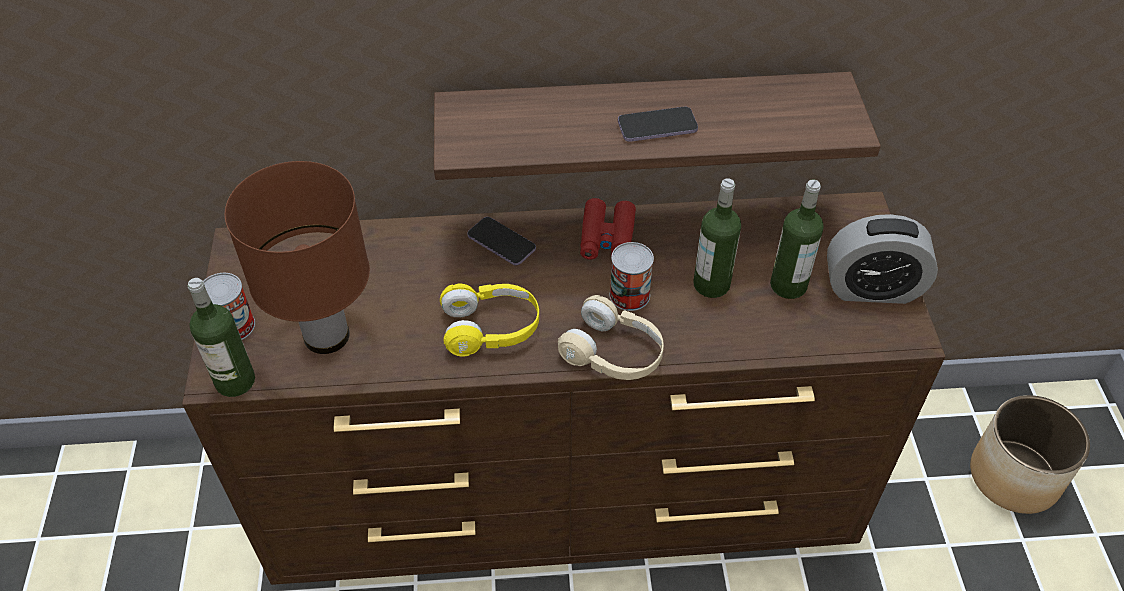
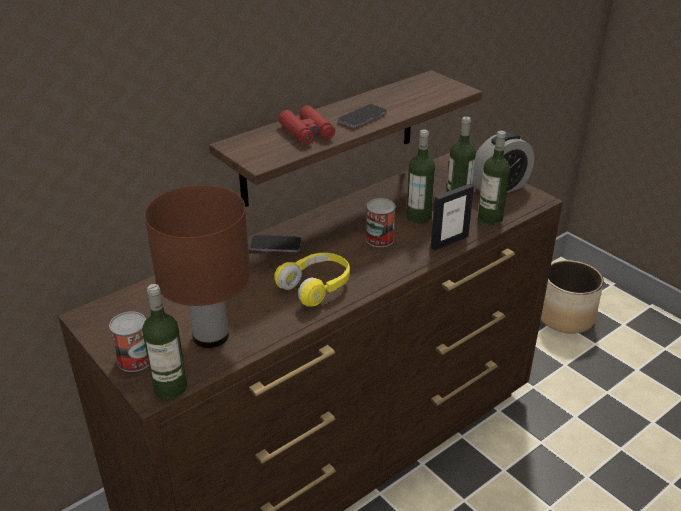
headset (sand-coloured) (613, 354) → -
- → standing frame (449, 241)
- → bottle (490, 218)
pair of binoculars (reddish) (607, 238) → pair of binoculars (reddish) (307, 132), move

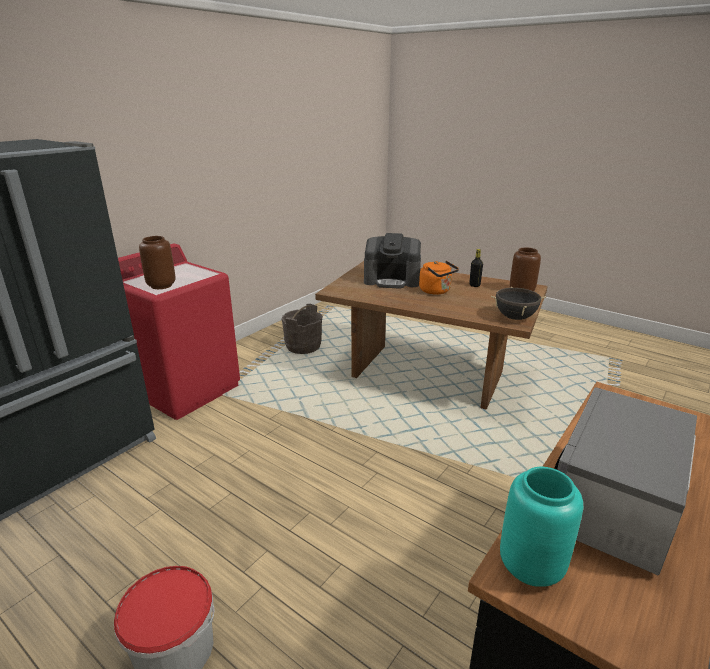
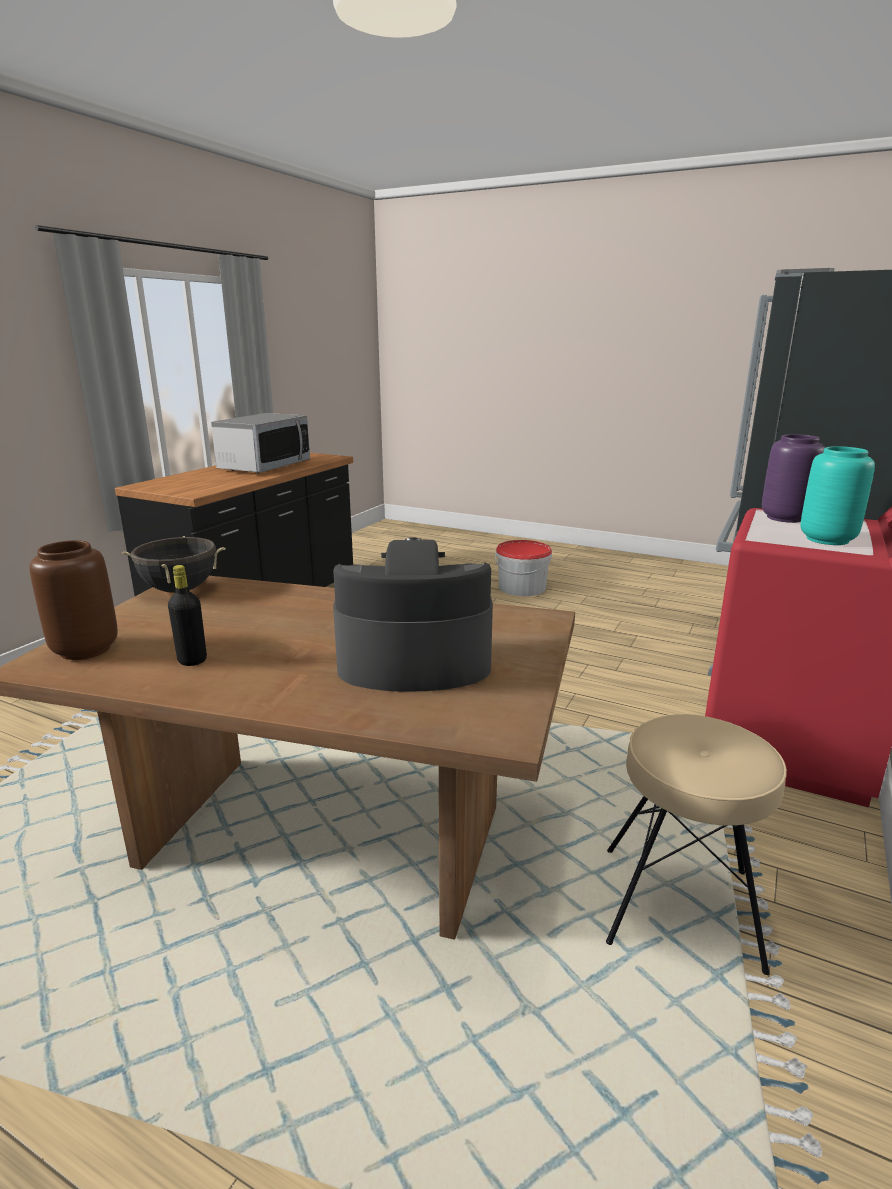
kettle (orange) (436, 291) → -
decorative vase (turquoise) (532, 566) → decorative vase (turquoise) (826, 540), move
bucket (grey) (303, 346) → stool (sand-coloured) (680, 907)
decorative vase (brown-coloured) (161, 285) → decorative vase (purple) (786, 518)

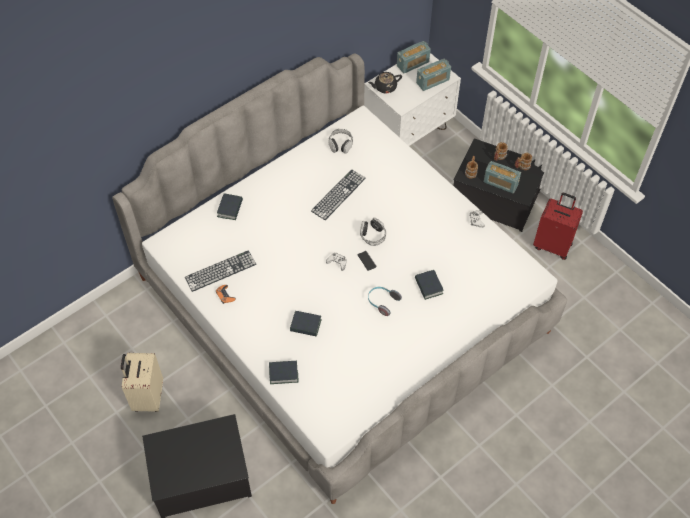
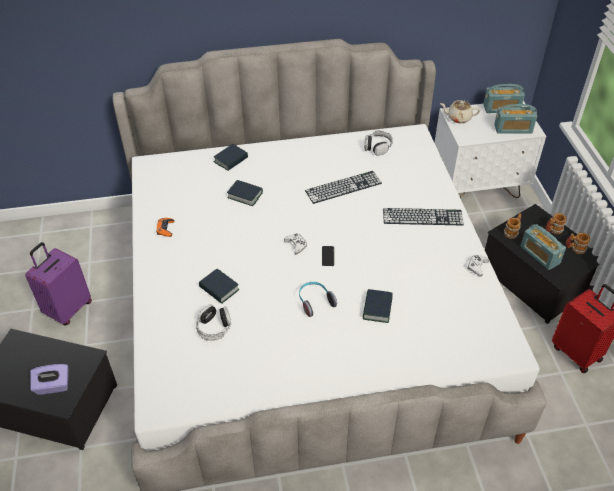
- → box of tissues (purple) (53, 386)
computer keyboard (220, 271) → computer keyboard (422, 217), move
volume (283, 373) → volume (245, 195), move
headset (372, 235) → headset (214, 327), move
travel case (sand-coloured) (147, 397) → travel case (purple) (68, 309)
teapot (black) (385, 87) → teapot (sand-coloured) (458, 118)

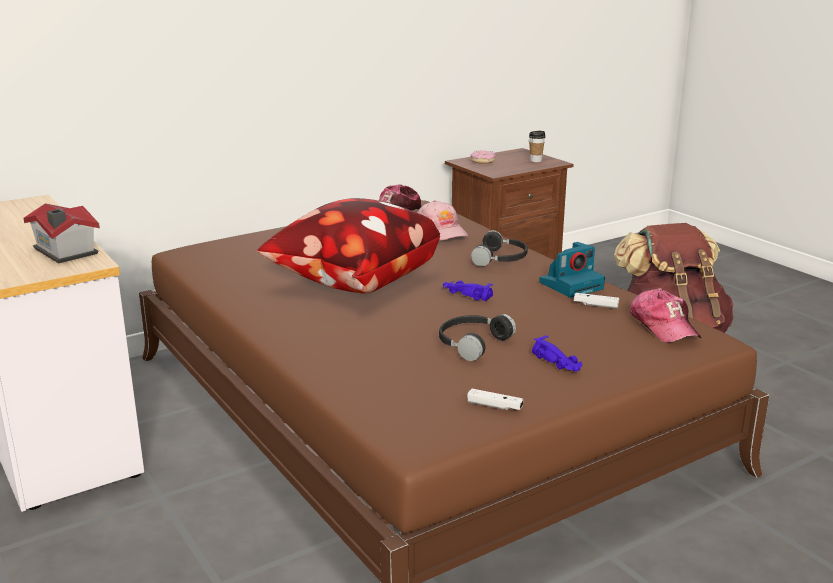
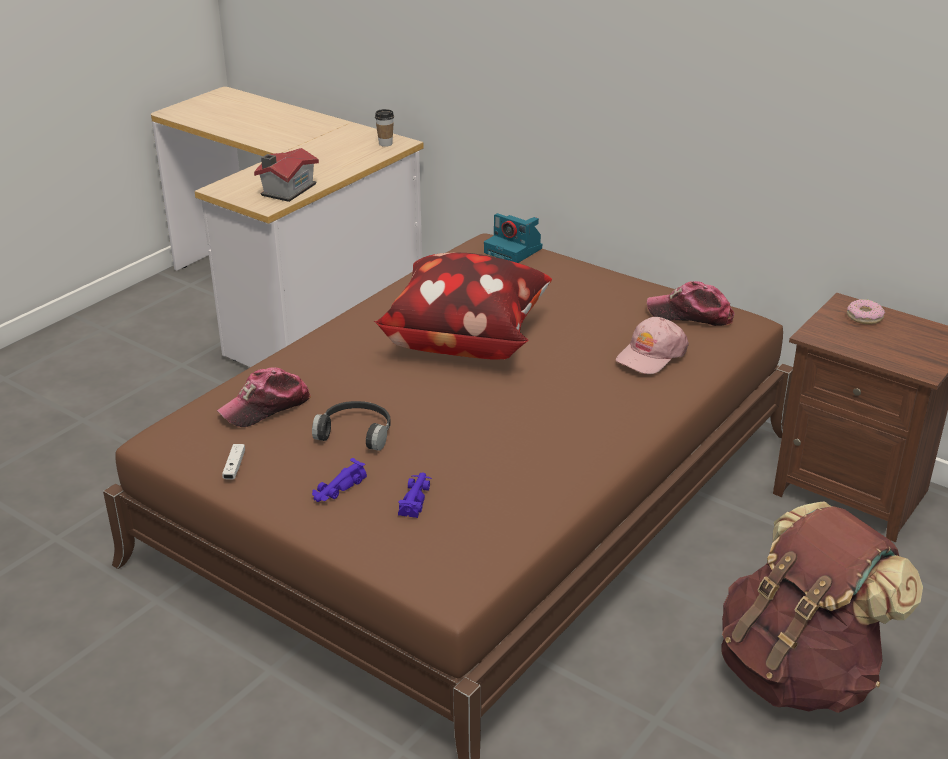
headset (black) (501, 259) → -
joypad (whitish) (595, 305) → -
toy car (purple) (466, 294) → toy car (purple) (415, 498), move
small cup (535, 160) → small cup (385, 144), move
photo camera (572, 285) → photo camera (514, 250), move
peaked cap (663, 326) → peaked cap (266, 406), move

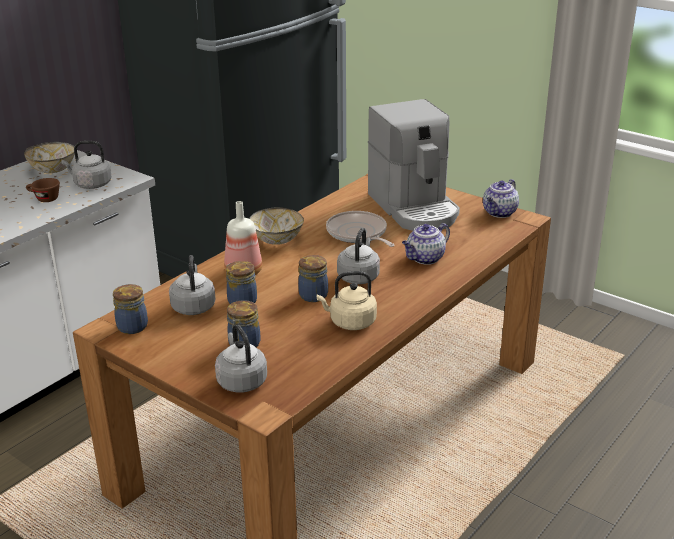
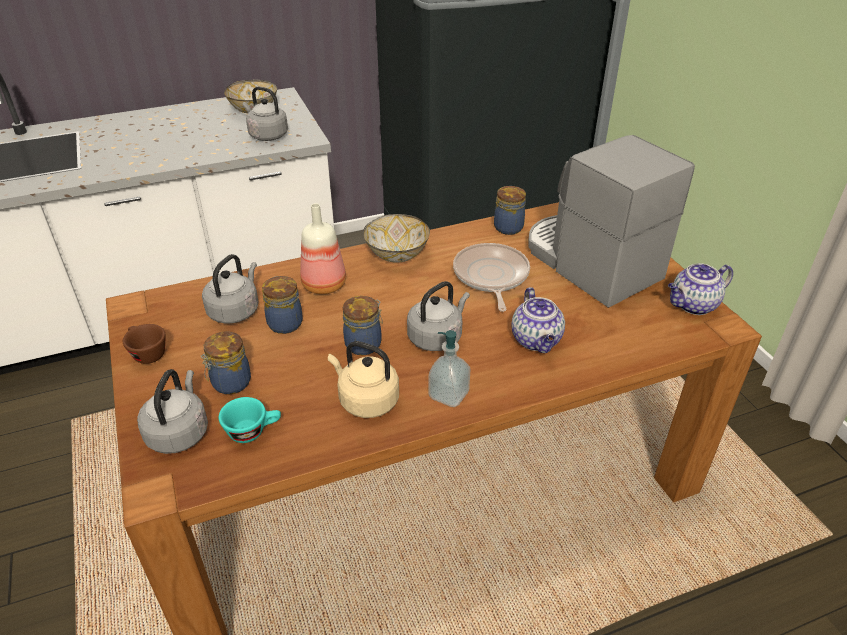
- → small cup (turquoise) (253, 431)
- → liquid soap bottle (448, 395)
small cup (brown-coloured) (44, 199) → small cup (brown-coloured) (146, 353), move
storage jar (132, 326) → storage jar (508, 227), move
coffee maker (414, 208) → coffee maker (589, 262), 135 degrees clockwise
teapot (425, 259) → teapot (537, 341), 90 degrees counterclockwise

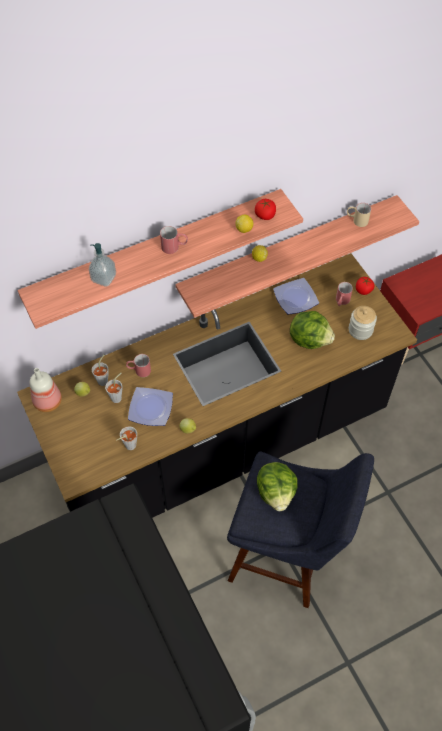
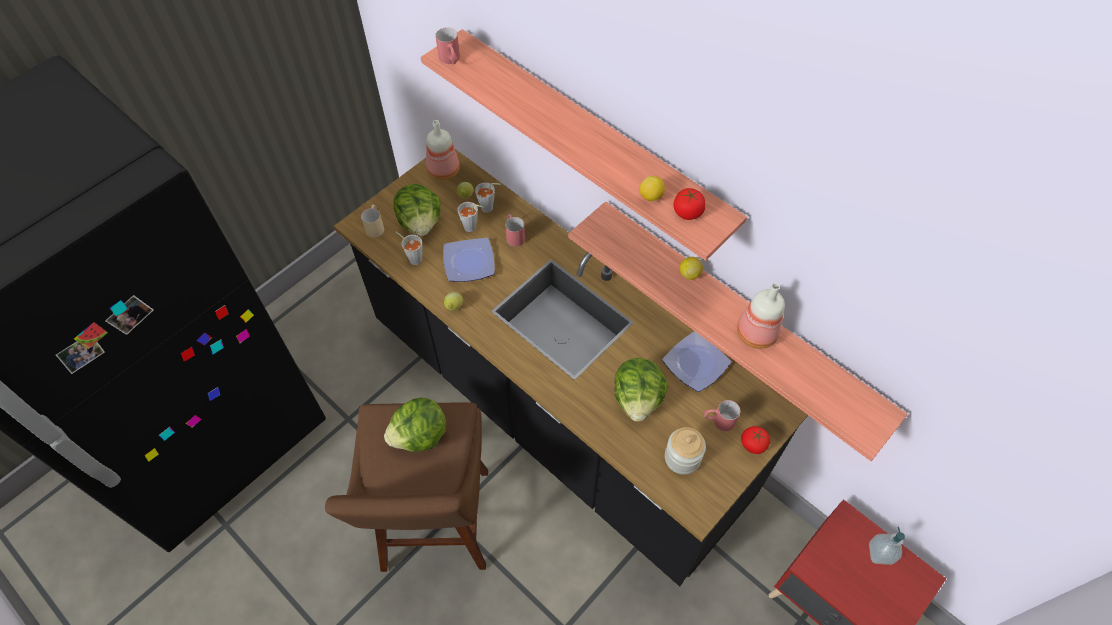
- → lettuce (420, 222)
- → bottle (756, 332)
liquid soap bottle (104, 278) → liquid soap bottle (880, 553), move
mug (reddish) (174, 247) → mug (reddish) (451, 60), move
mug (sand-coloured) (356, 220) → mug (sand-coloured) (375, 226), move
stool (bluish) (287, 558) → stool (brown-coloured) (435, 528)

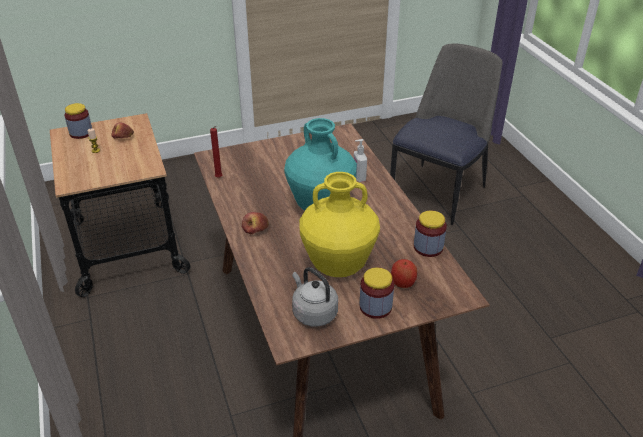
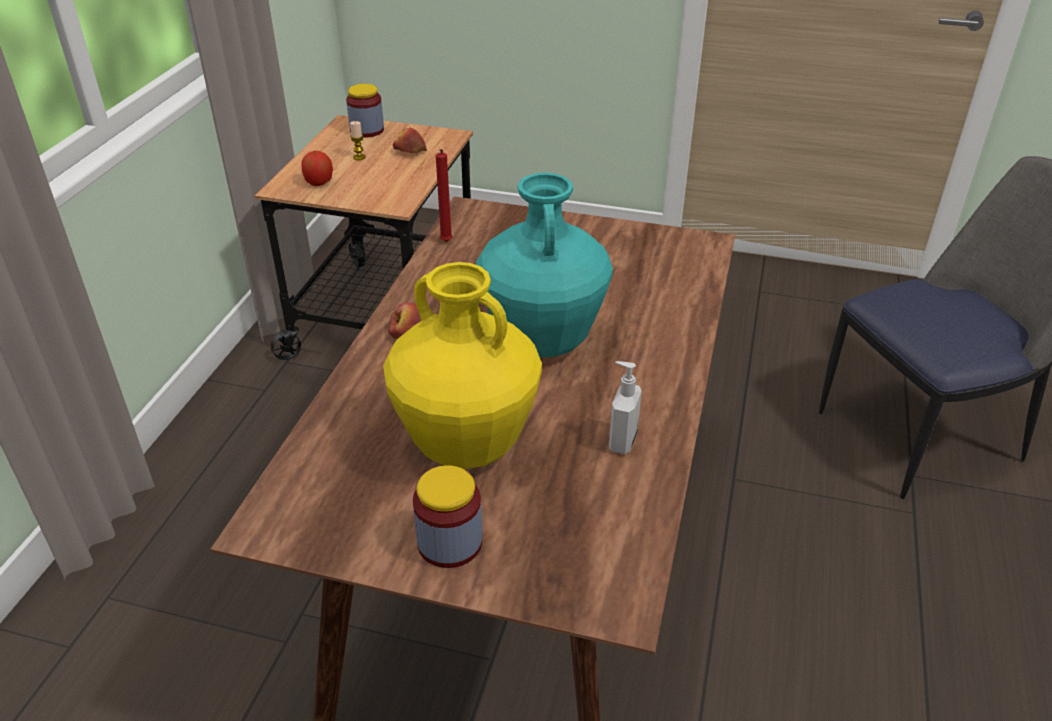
kettle (grey) (313, 312) → -
storage jar (428, 247) → -
liquid soap bottle (358, 177) → liquid soap bottle (621, 441), move
apple (403, 283) → apple (319, 183), move

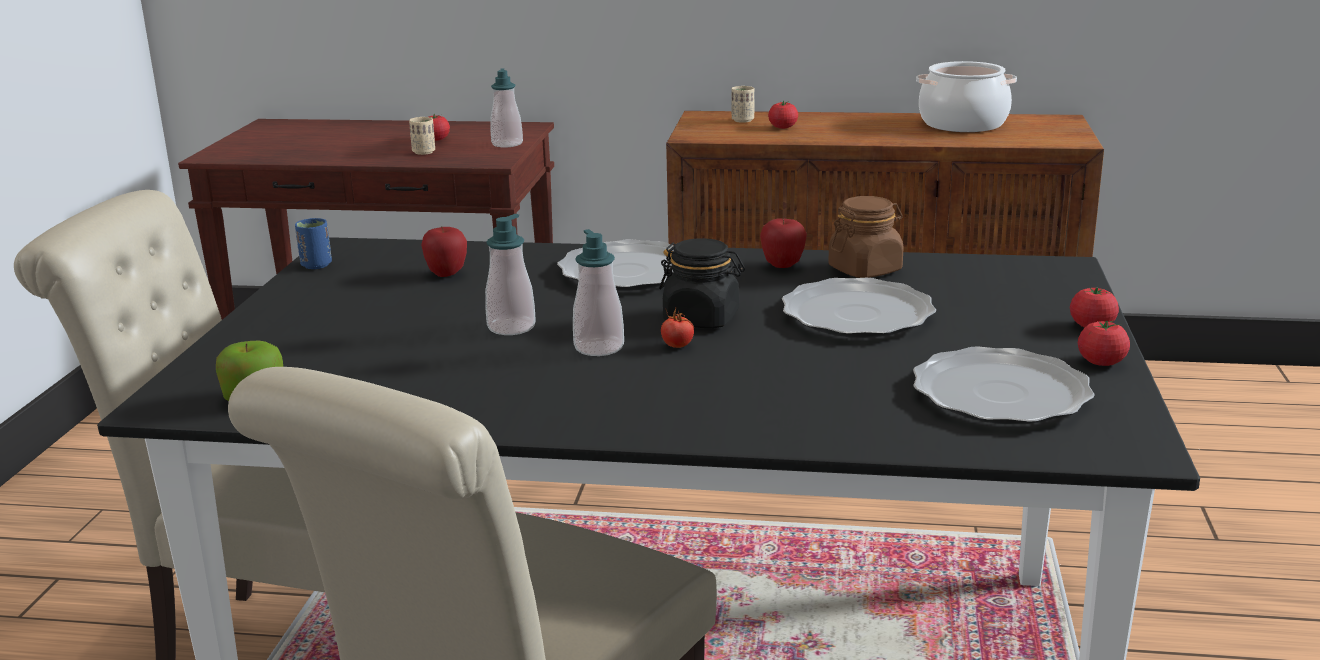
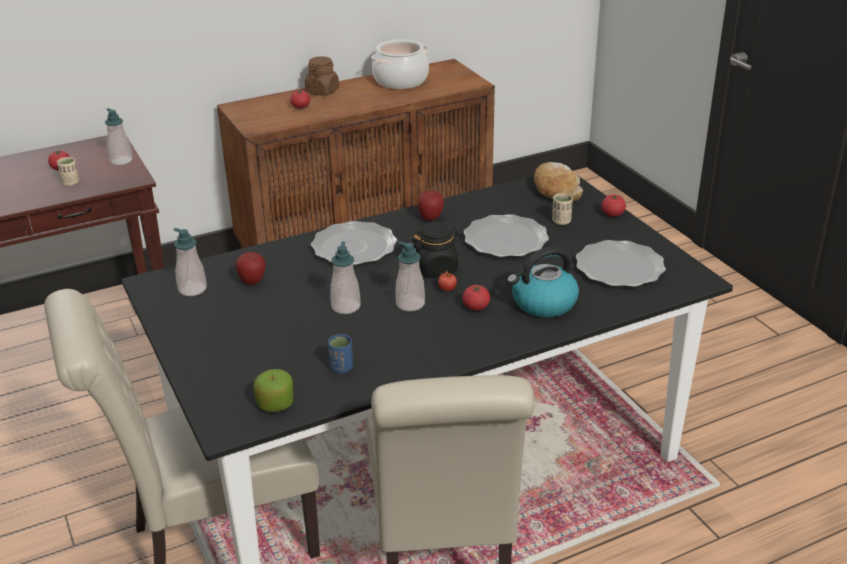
- → liquid soap bottle (192, 289)
- → kettle (543, 304)
- → baked bread (555, 191)
small cup (bluish) (316, 265) → small cup (bluish) (341, 368), move
small cup (sand-coloured) (742, 120) → small cup (sand-coloured) (561, 221), move
storage jar (brown-coloured) (865, 270) → storage jar (brown-coloured) (322, 91), move
whole tomato (1101, 362) → whole tomato (476, 307), move

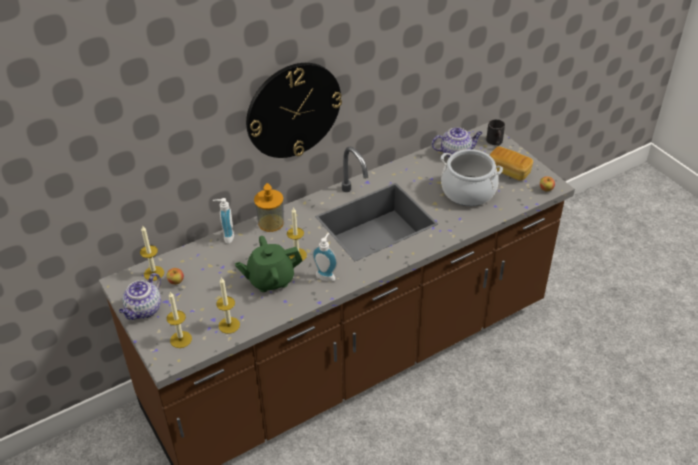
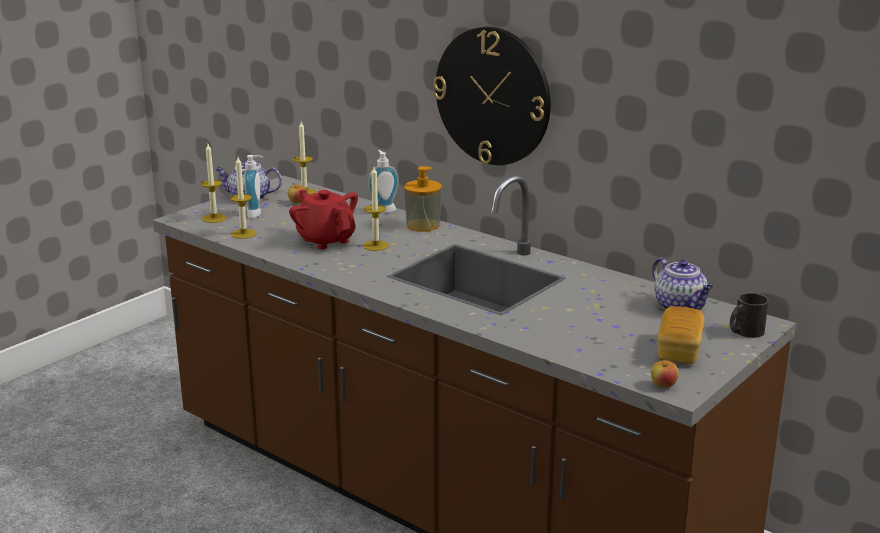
cooking pot (468, 191) → -
liquid soap bottle (326, 275) → liquid soap bottle (257, 214), move
teapot (greenish) (270, 279) → teapot (reddish) (325, 240)

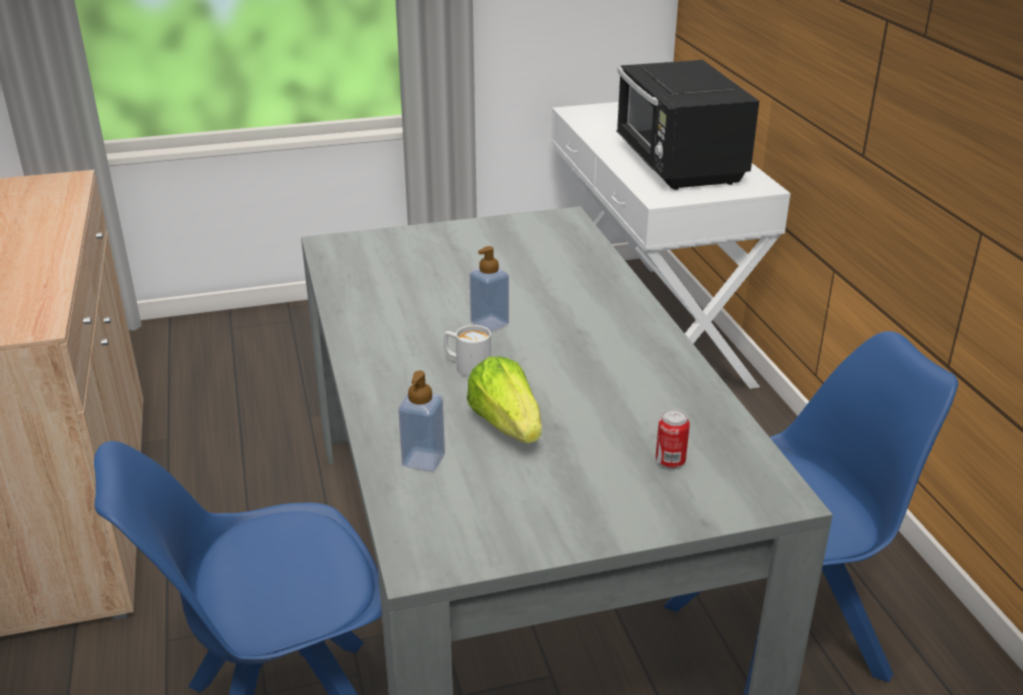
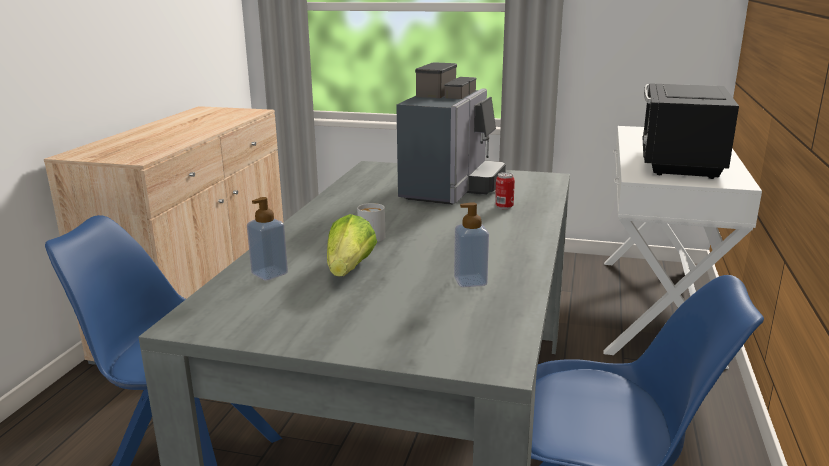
- → coffee maker (451, 188)
liquid soap bottle (489, 324) → liquid soap bottle (470, 281), move
can (670, 461) → can (504, 207), move

